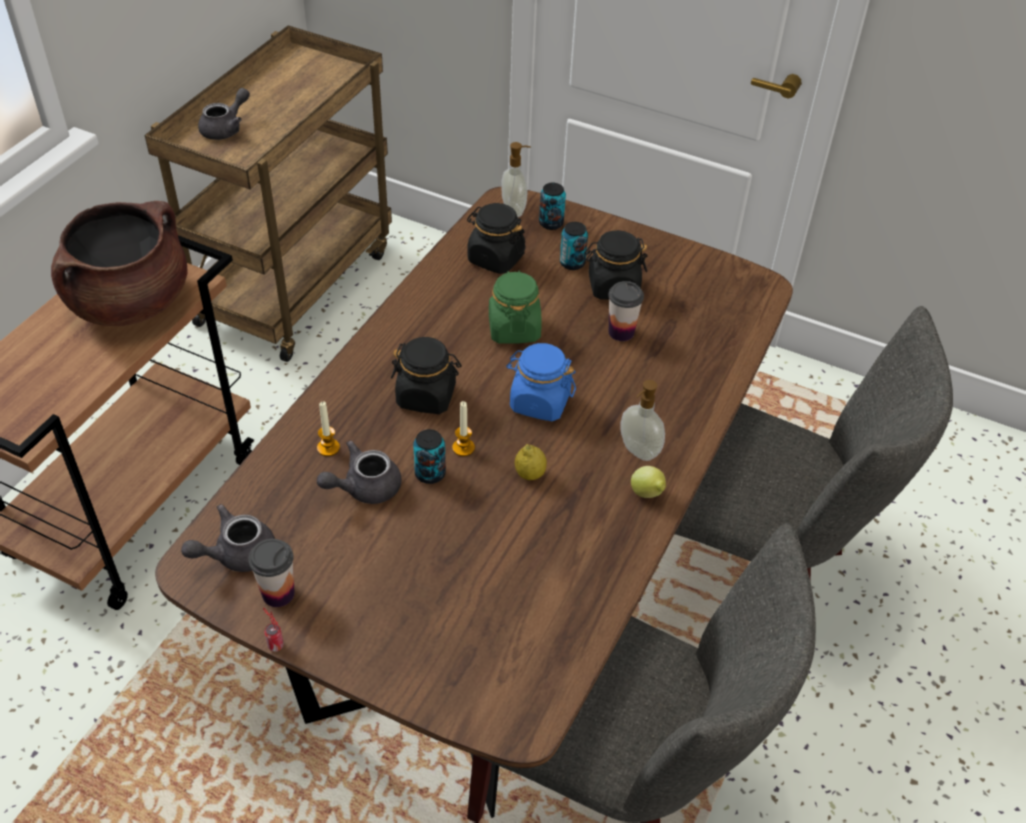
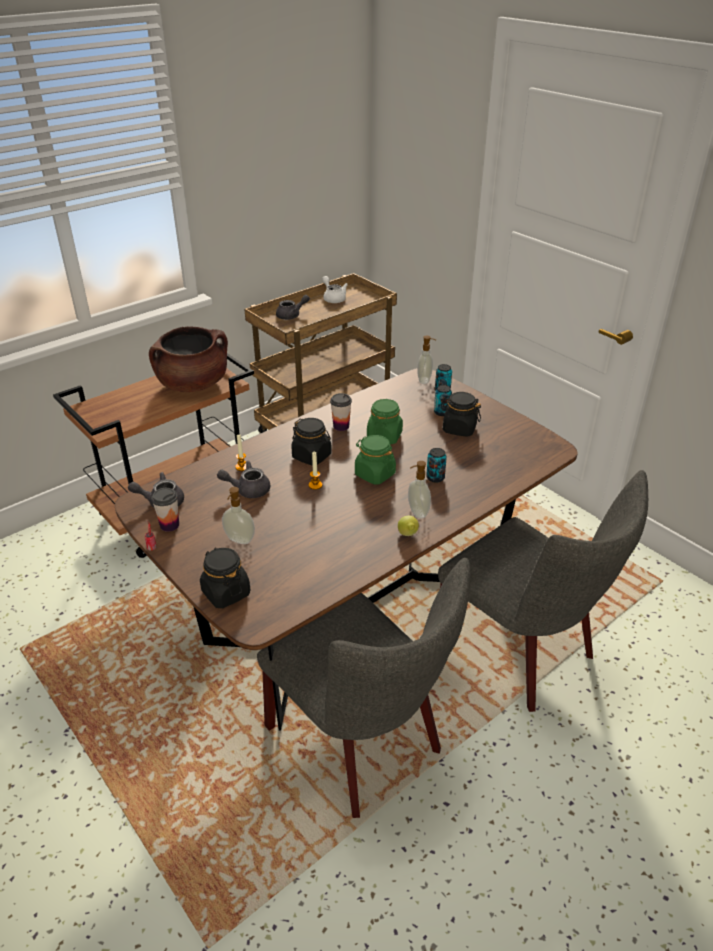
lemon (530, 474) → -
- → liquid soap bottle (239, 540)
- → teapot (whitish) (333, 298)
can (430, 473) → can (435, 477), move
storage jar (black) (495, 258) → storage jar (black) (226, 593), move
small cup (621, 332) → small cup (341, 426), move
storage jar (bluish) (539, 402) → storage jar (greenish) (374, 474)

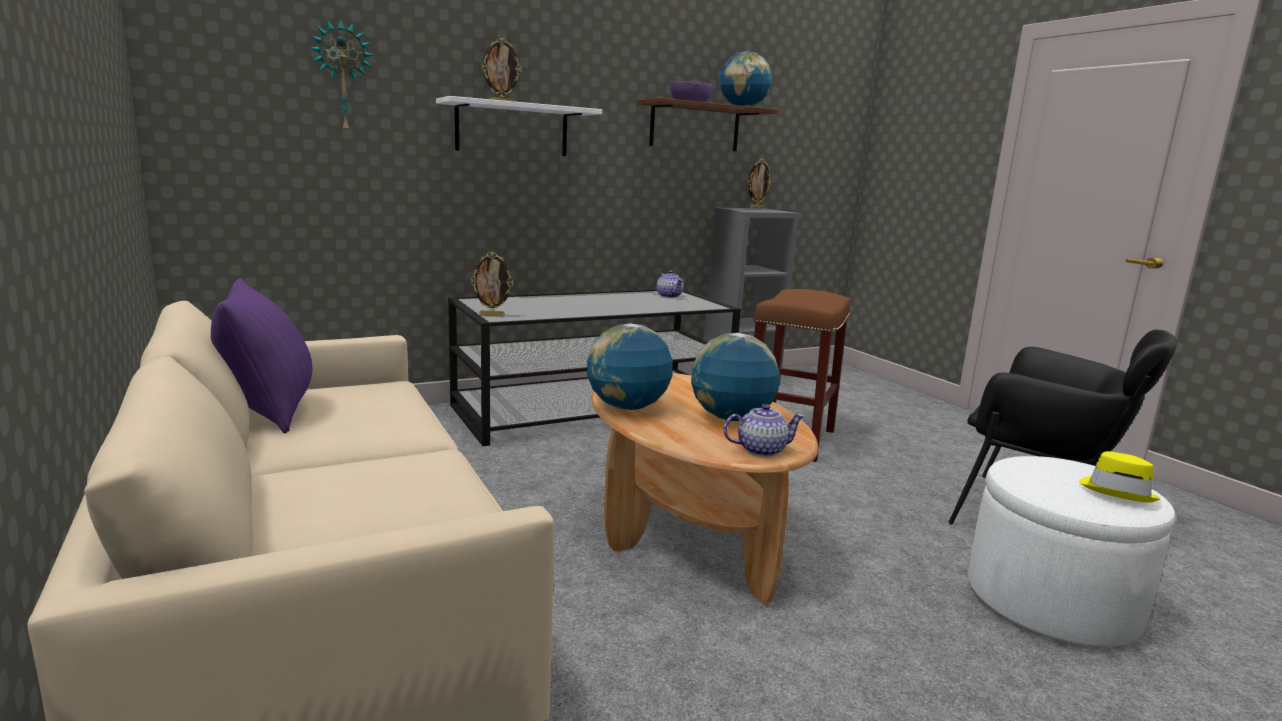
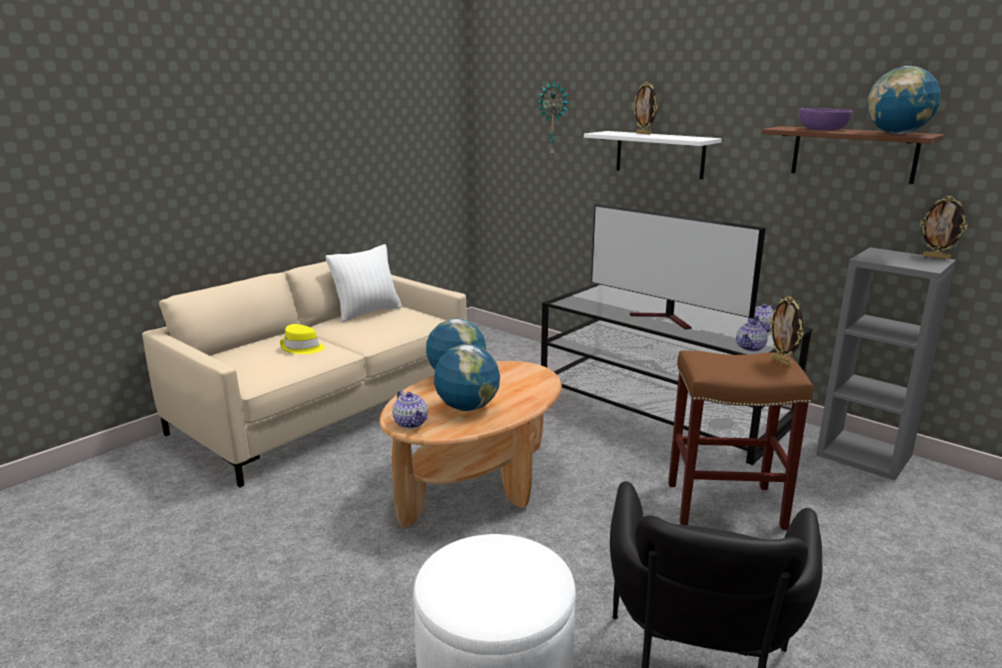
- → TV set (666, 319)
- → teapot (750, 348)
standing frame (492, 315) → standing frame (782, 361), move
hat (yellowish) (1117, 491) → hat (yellowish) (302, 348), move
pillow (purple) (269, 411) → pillow (whitish) (367, 312)

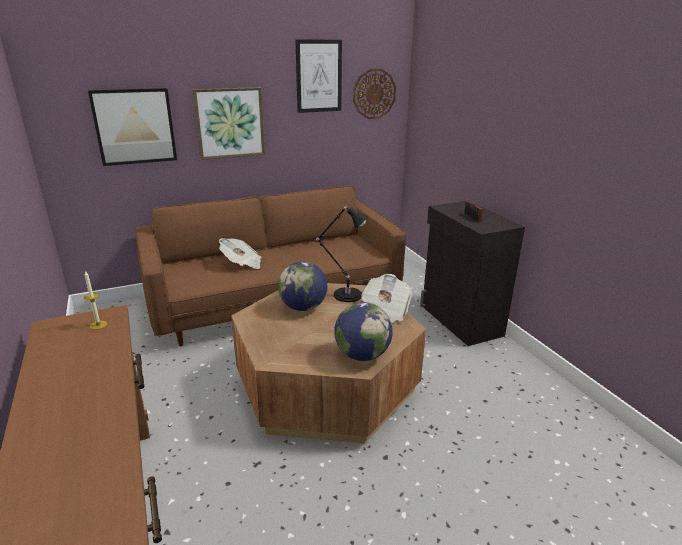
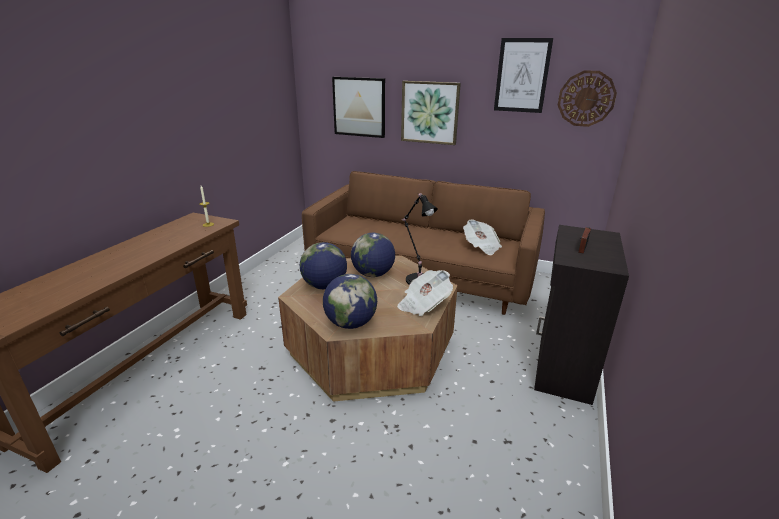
- → desk globe (324, 286)
printed paper (242, 264) → printed paper (481, 247), move

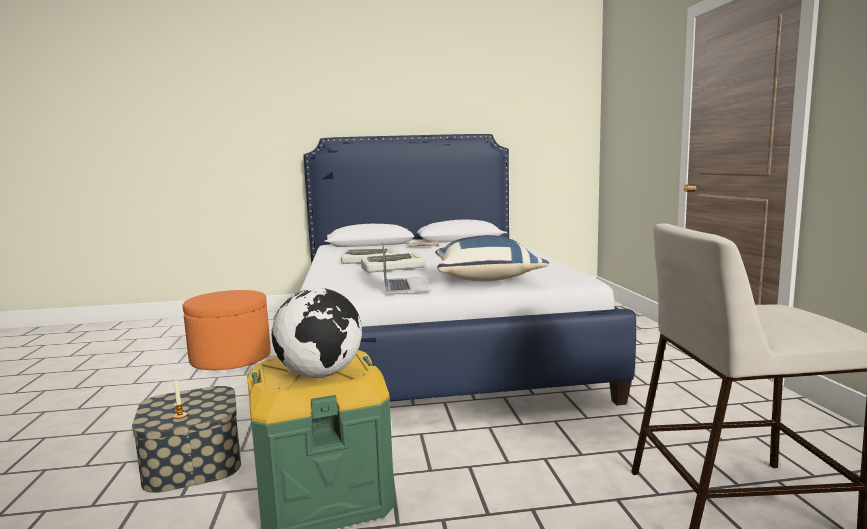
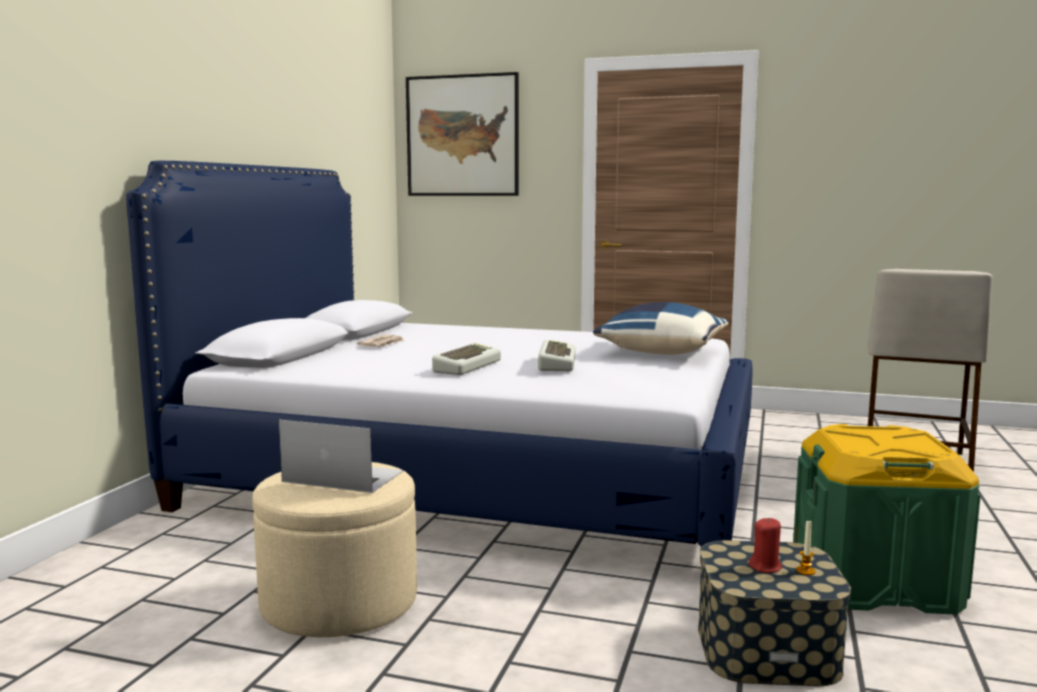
desk globe (321, 375) → -
- → wall picture (463, 136)
- → wax light (reddish) (765, 567)
notebook computer (406, 284) → notebook computer (343, 476), move
footrest (orange) (231, 358) → footrest (sand-coloured) (339, 602)

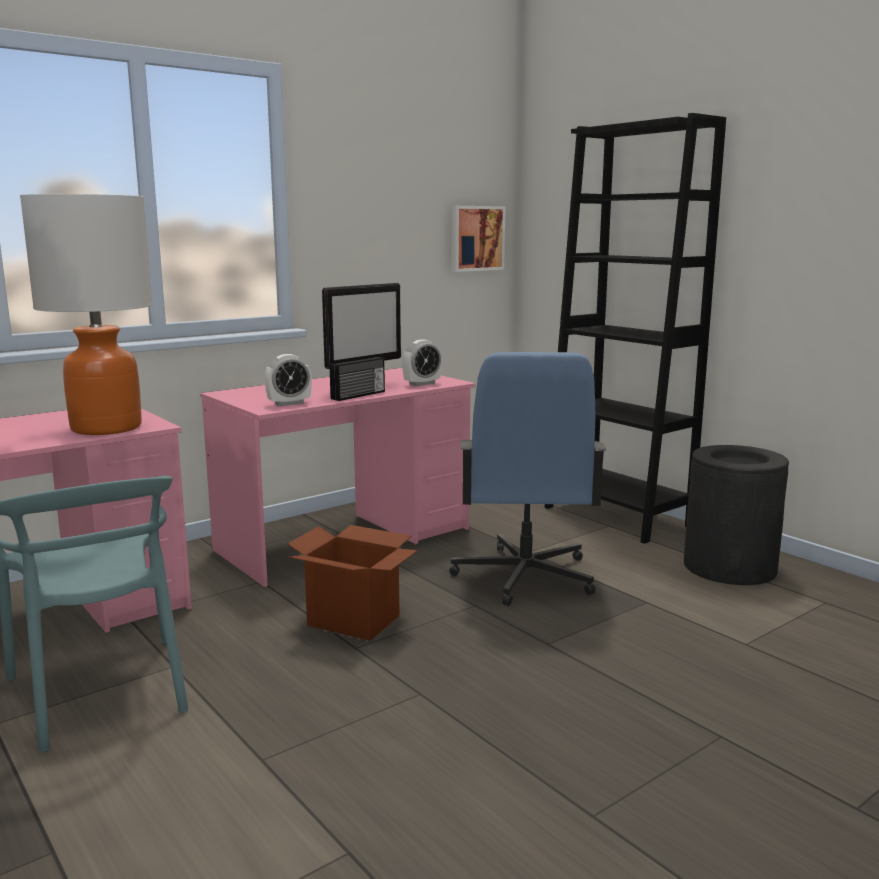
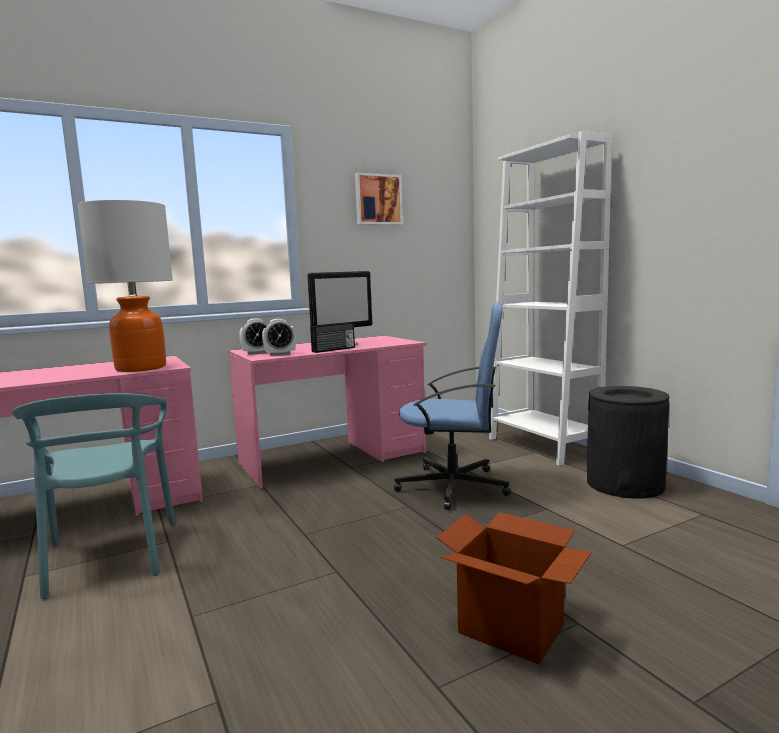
cardboard box (354, 620) → cardboard box (511, 629), move
alarm clock (422, 384) → alarm clock (257, 353), move
wall picture (476, 238) → wall picture (378, 200), move
bookcase (black) (616, 516) → bookcase (whitish) (543, 446)
computer chair (bluish) (524, 576) → computer chair (bluish) (454, 487), 90 degrees counterclockwise

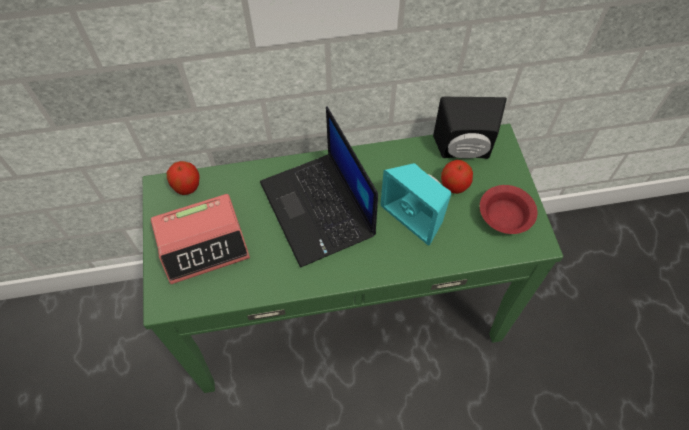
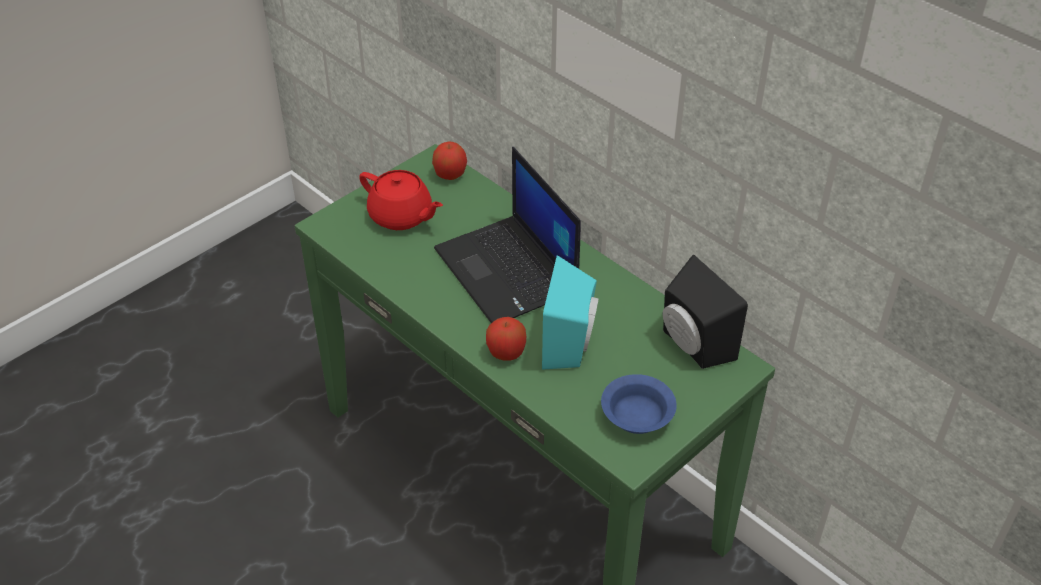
apple (454, 185) → apple (506, 353), move
alarm clock (203, 244) → teapot (reddish) (401, 216)
deep dish (reddish) (505, 218) → deep dish (bluish) (636, 417)
notebook computer (319, 209) → notebook computer (508, 271), 60 degrees counterclockwise

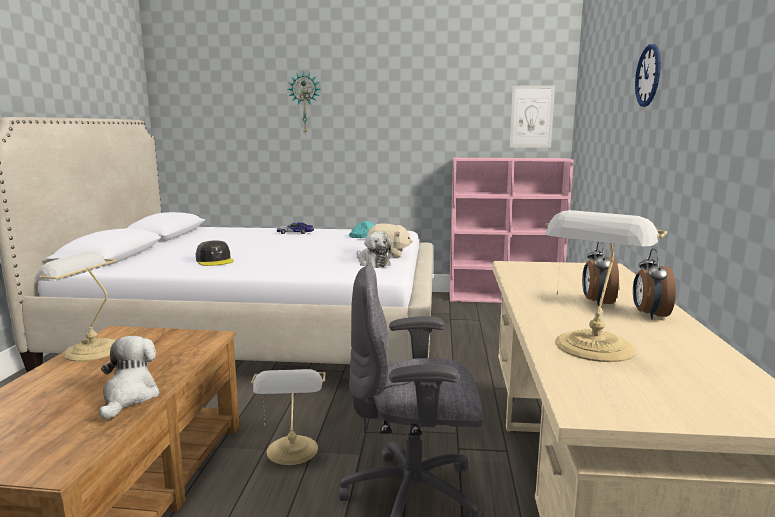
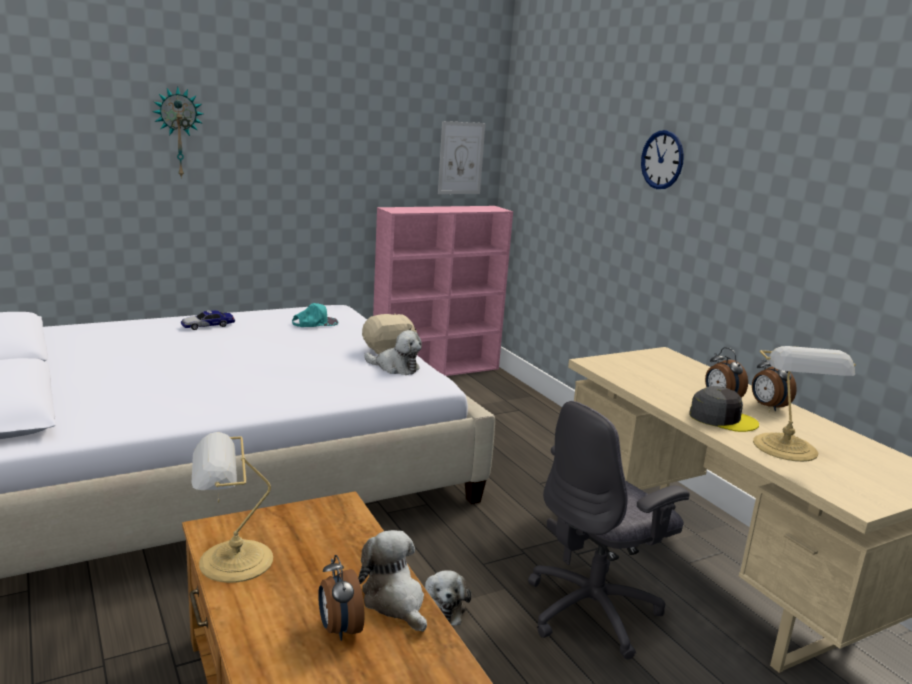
- → alarm clock (339, 629)
peaked cap (grey) (215, 260) → peaked cap (grey) (722, 418), move
tabletop lamp (292, 451) → plush toy (441, 608)

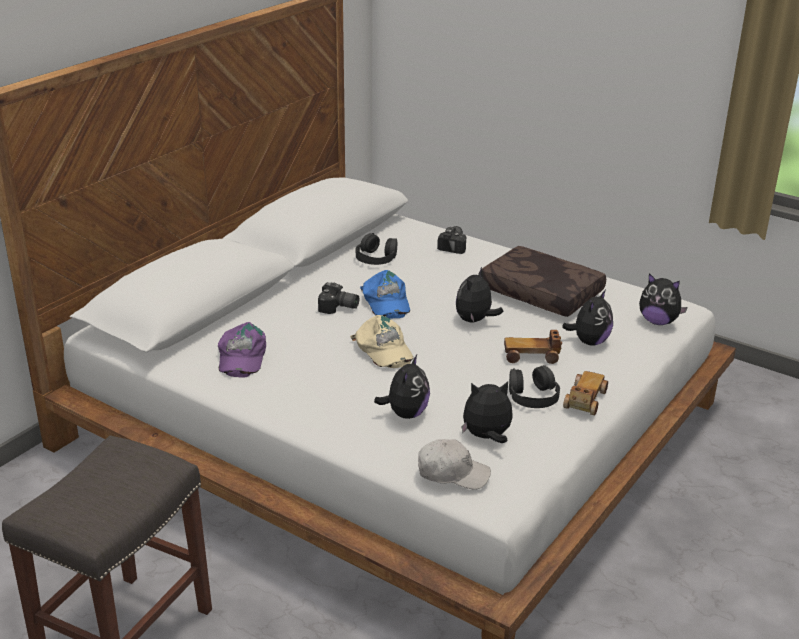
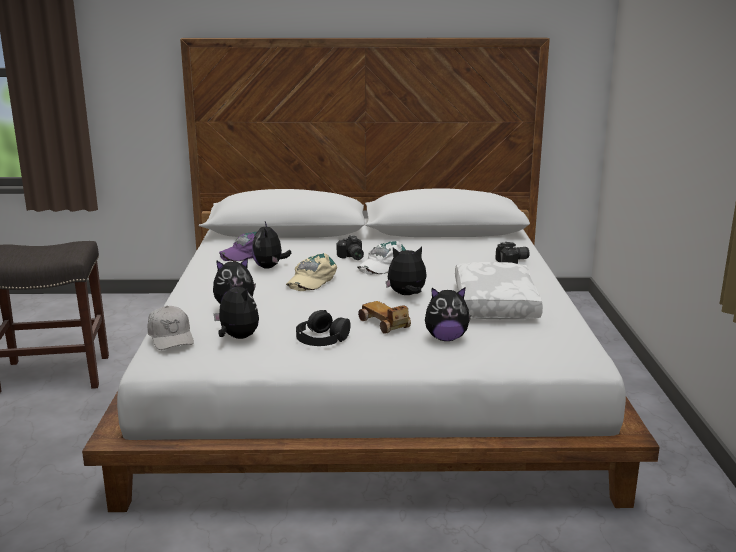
headset (black) (376, 257) → -
toy car (585, 400) → -
plush toy (658, 321) → plush toy (270, 267), move
peaked cap (bluish) (386, 301) → peaked cap (whitish) (382, 265)
pillow (brown-coloured) (538, 293) → pillow (whitish) (493, 303)

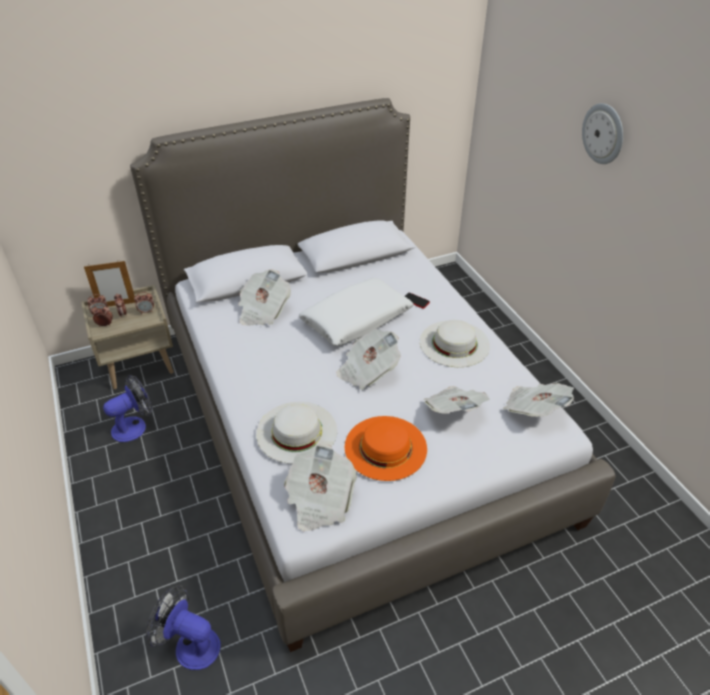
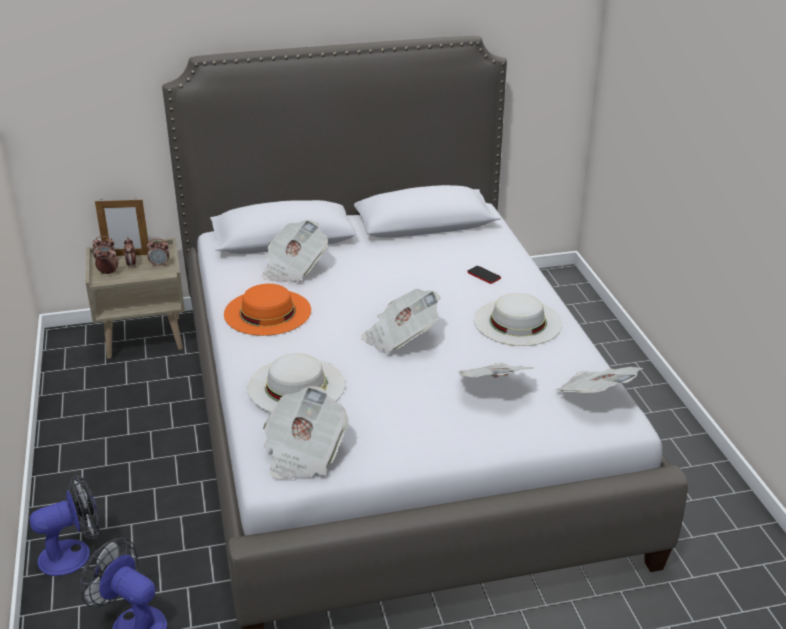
pillow (whitish) (356, 320) → -
wall clock (603, 133) → -
cooling fan (134, 426) → cooling fan (74, 554), move
hat (orange) (385, 447) → hat (orange) (267, 312), move

